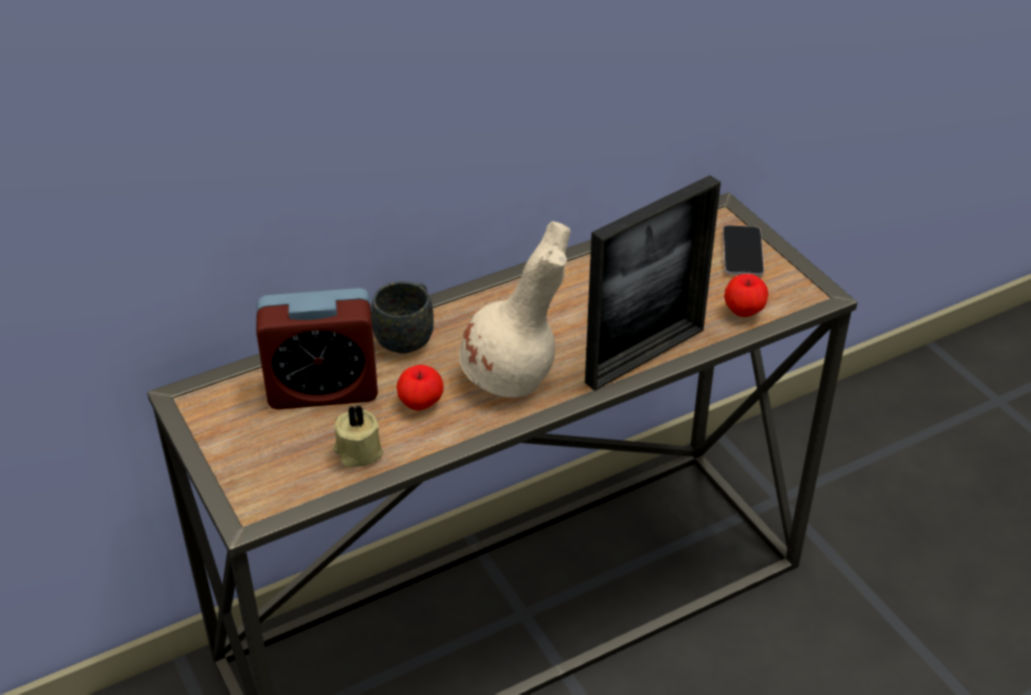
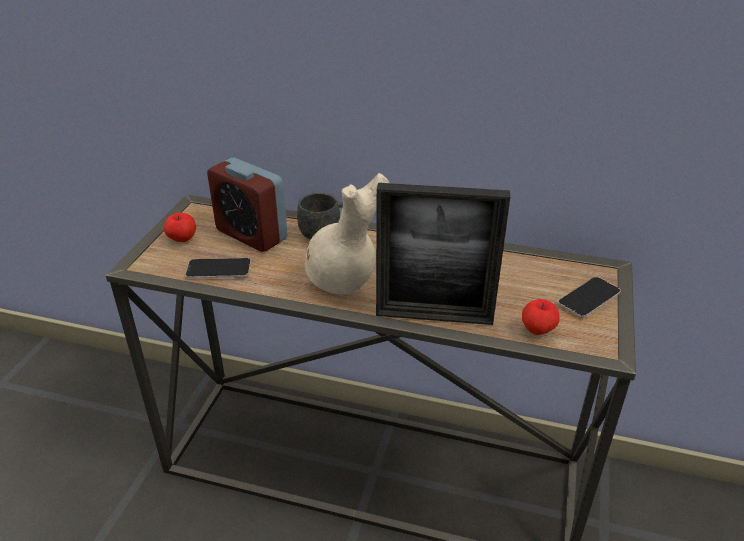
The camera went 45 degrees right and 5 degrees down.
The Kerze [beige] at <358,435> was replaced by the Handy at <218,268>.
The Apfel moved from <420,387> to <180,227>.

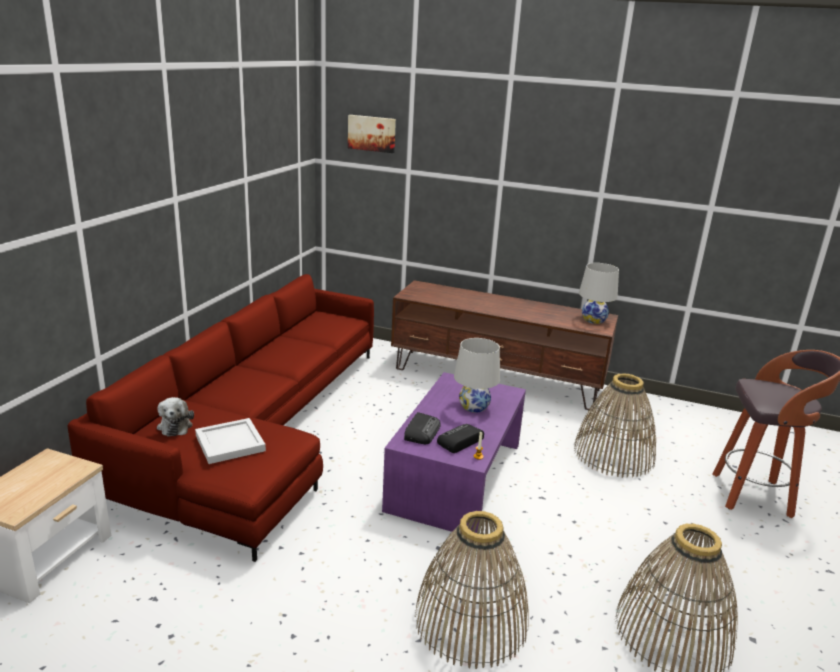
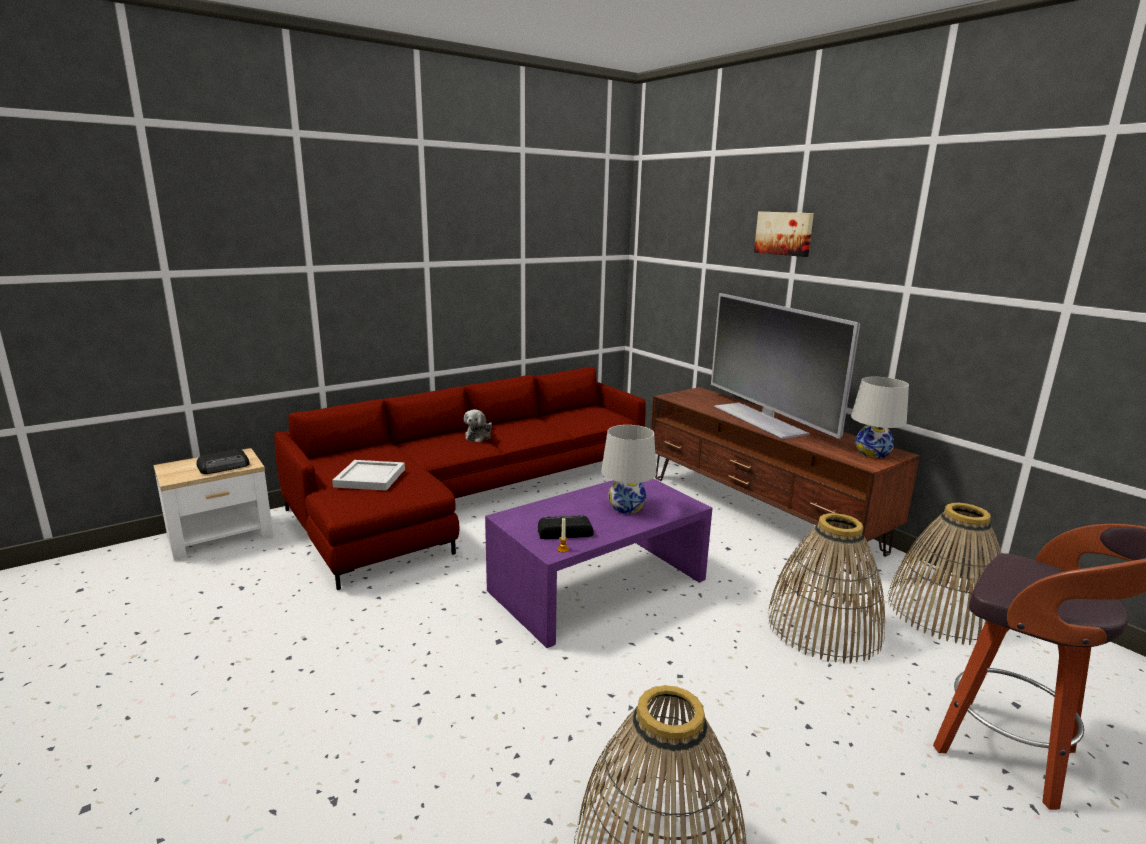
The camera went 35 degrees right and 5 degrees down.
The Plüschtier moved from <175,417> to <478,425>.
The Bild moved from <372,134> to <784,234>.
The Radio moved from <422,428> to <223,461>.
The Korb moved from <471,590> to <944,574>.
The Fernseher at <785,366> appeared.

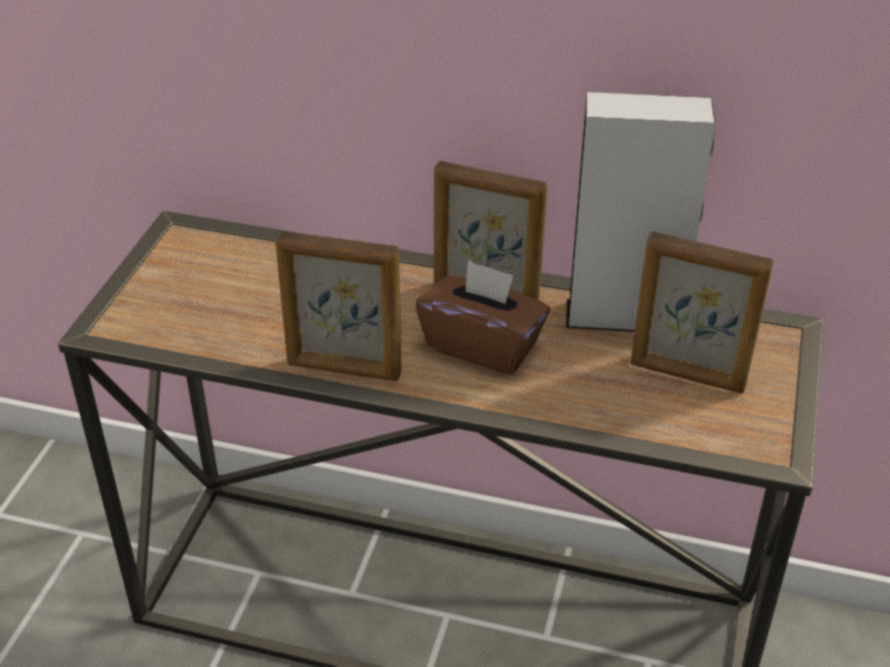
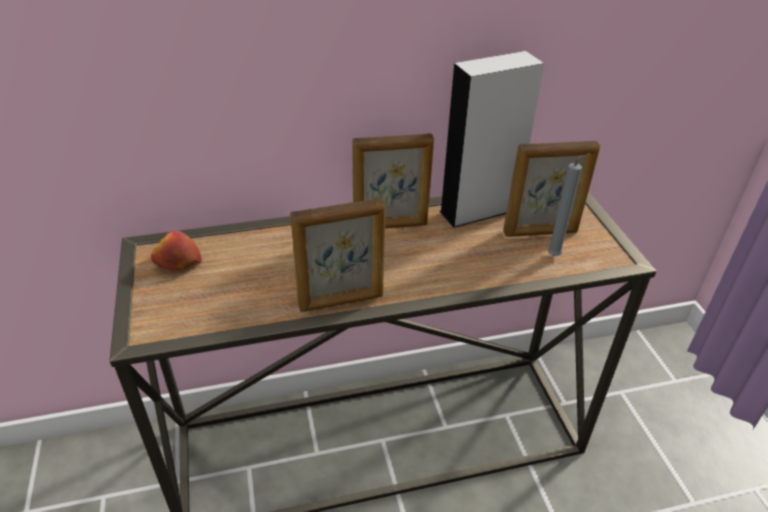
The camera went 30 degrees left and 0 degrees up.
The Taschentuchbox [braun] at <483,317> disappeared.
The Apfel at <176,251> appeared.
The Kerze [grau] at <569,204> appeared.

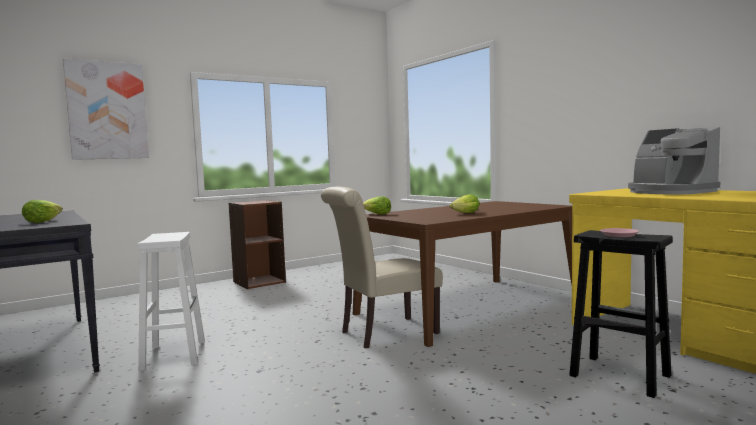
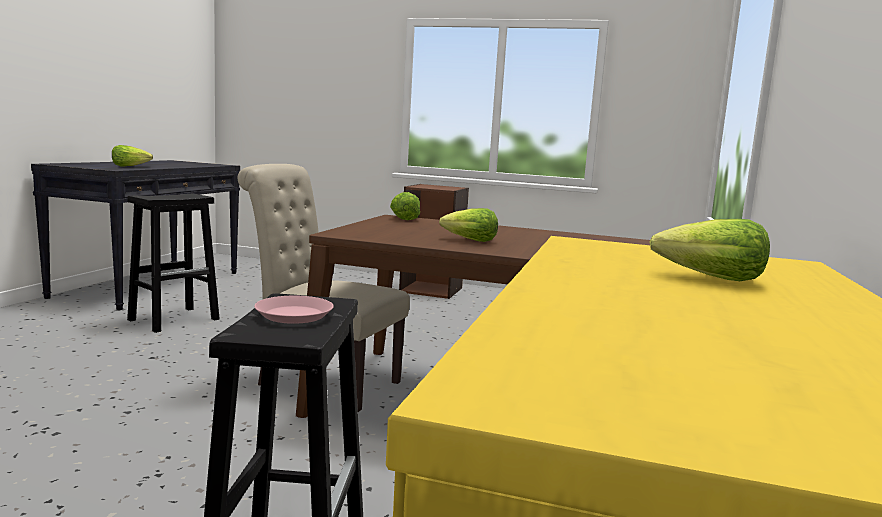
The camera went 50 degrees right and 5 degrees up.
The Bild at <106,109> disappeared.
The Hocker [weiß] at <171,301> became the Hocker [schwarz] at <173,263>.
The Kaffeemaschine at <674,160> was replaced by the Salatkopf at <710,250>.

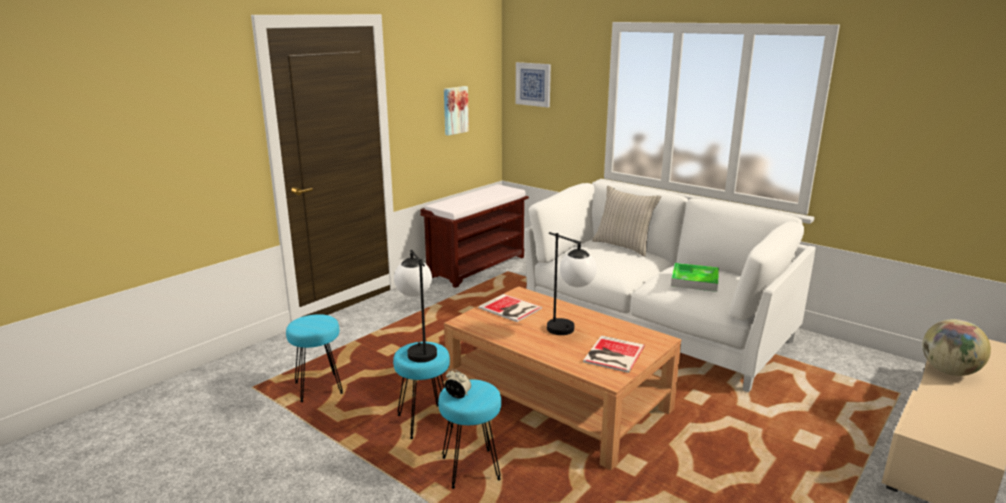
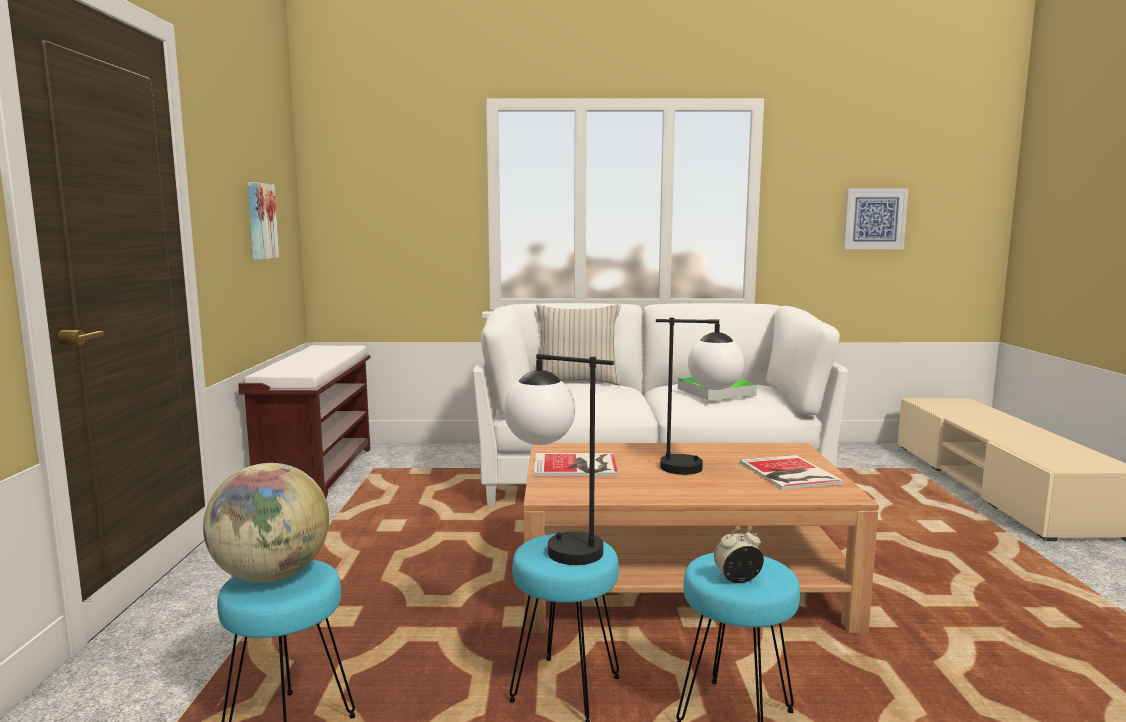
The camera went 40 degrees left and 10 degrees down.
The Bild moved from <533,84> to <876,218>.
The Globus moved from <956,347> to <266,523>.

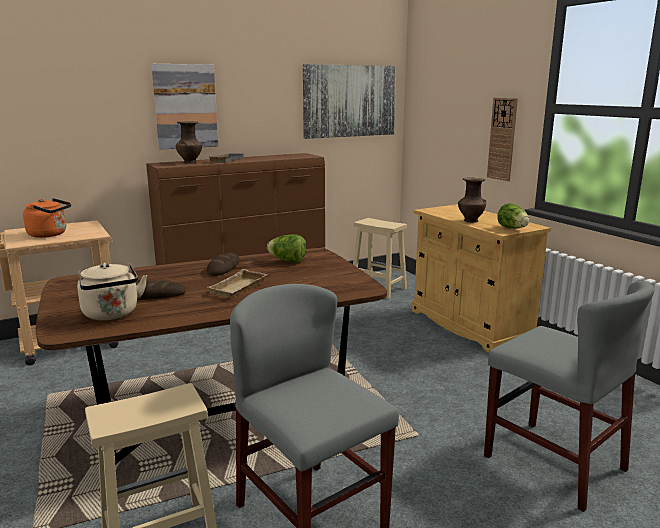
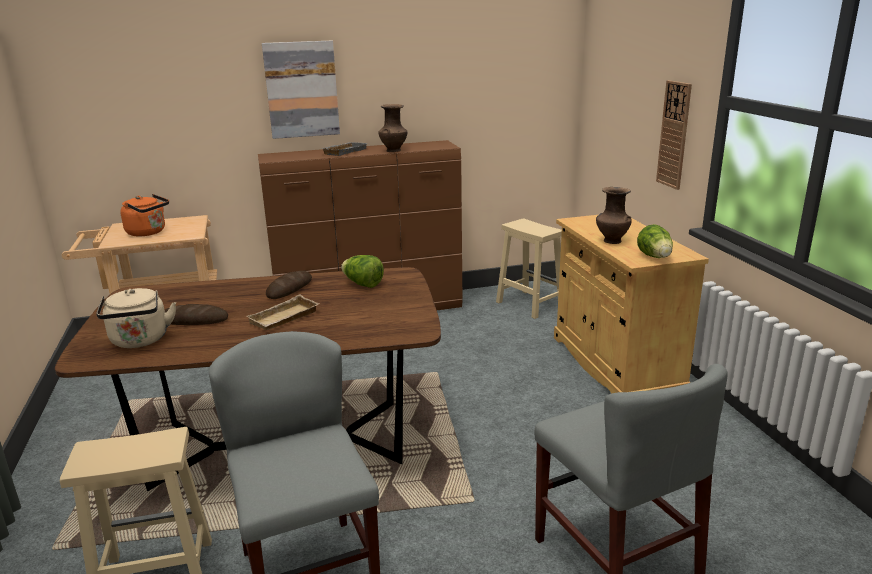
The camera went 15 degrees right and 5 degrees up.
The Vase [braun] moved from <189,142> to <393,128>.
The Bild at <349,101> disappeared.

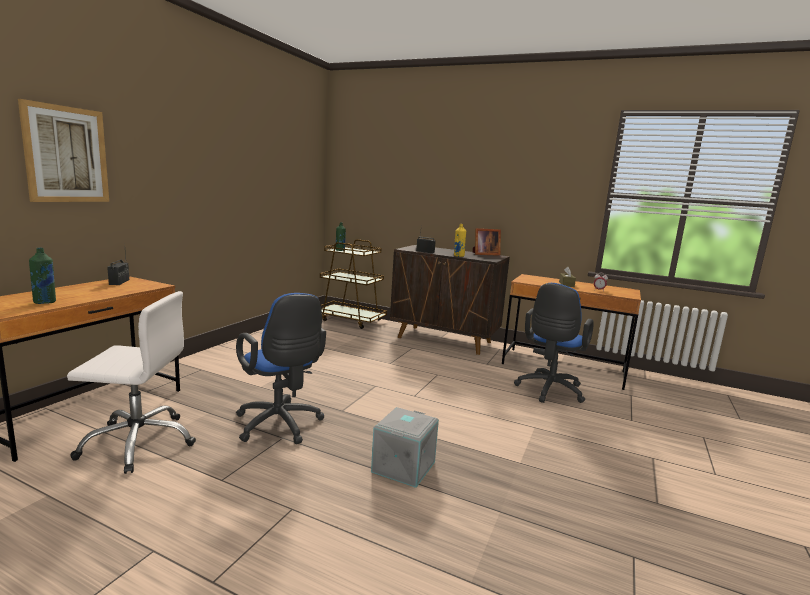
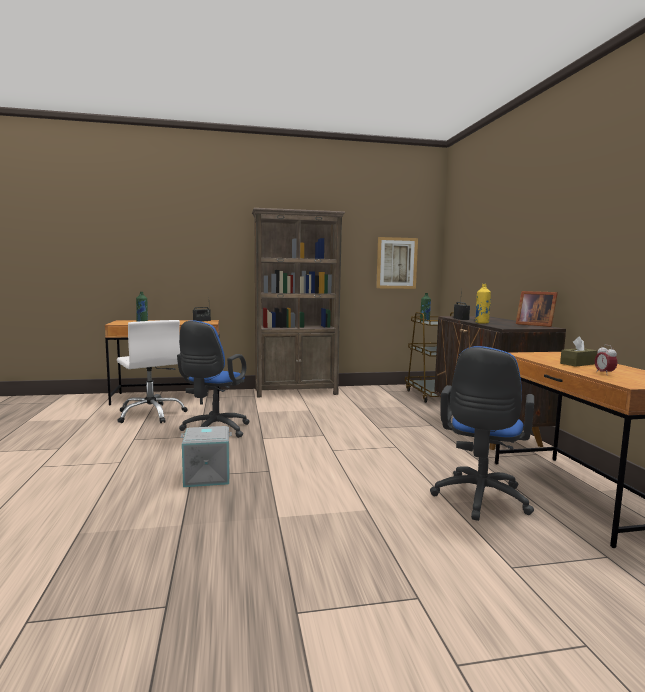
The camera went 55 degrees right and 5 degrees down.
The Bild moved from <63,150> to <397,263>.
The Bürostuhl [blau] at <554,343> turned 60 degrees counterclockwise.
The Bücherregal [braun] at <298,302> appeared.

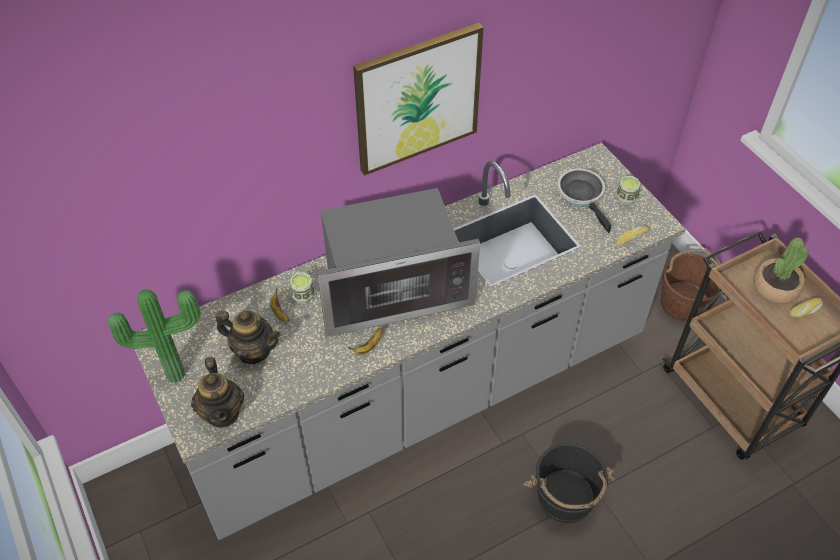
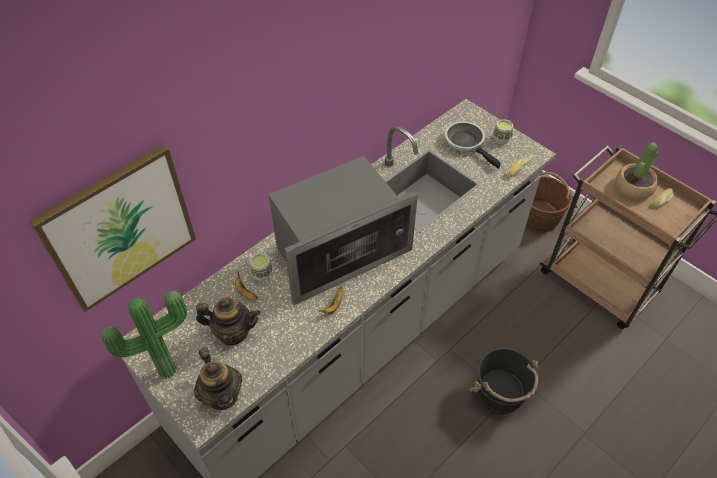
The camera went 15 degrees left and 0 degrees up.
The Bild moved from <418,99> to <112,228>.

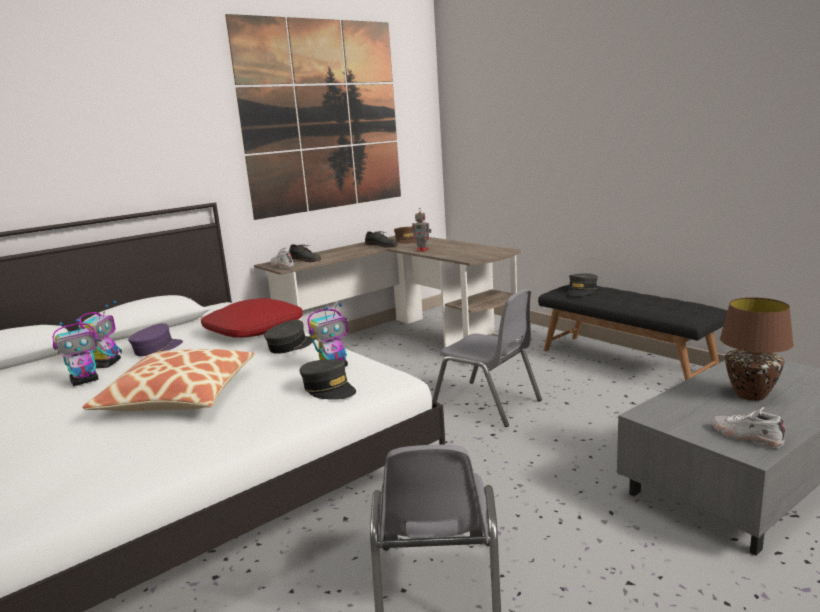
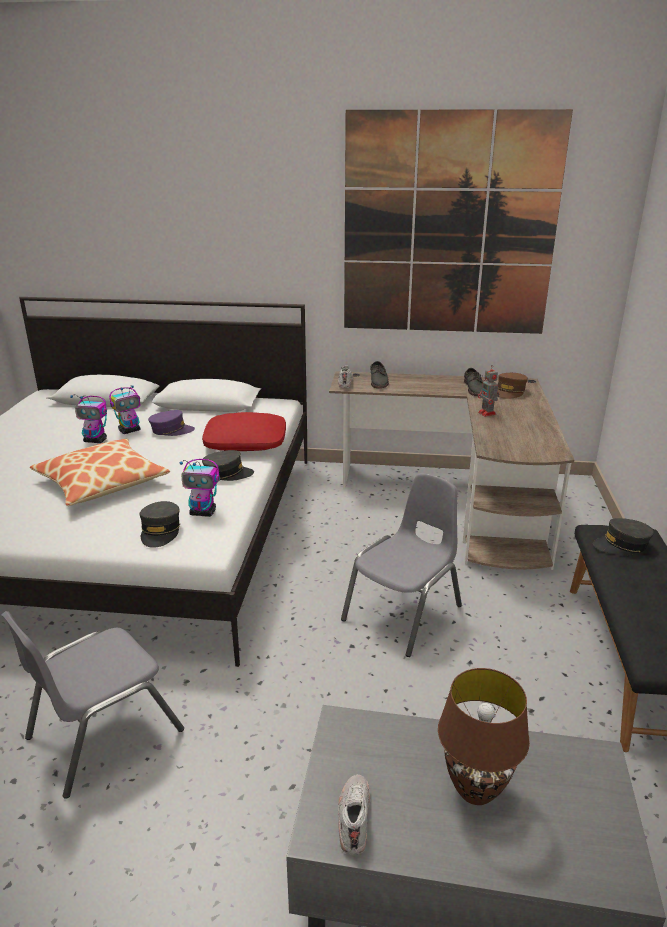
The camera went 45 degrees right and 10 degrees up.
The Stuhl [grau] at <487,358> turned 135 degrees counterclockwise.

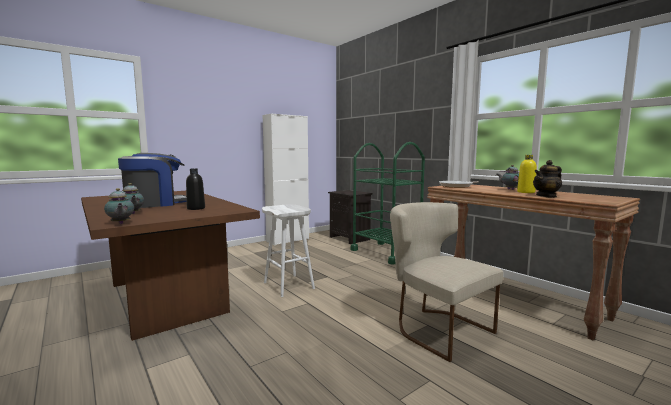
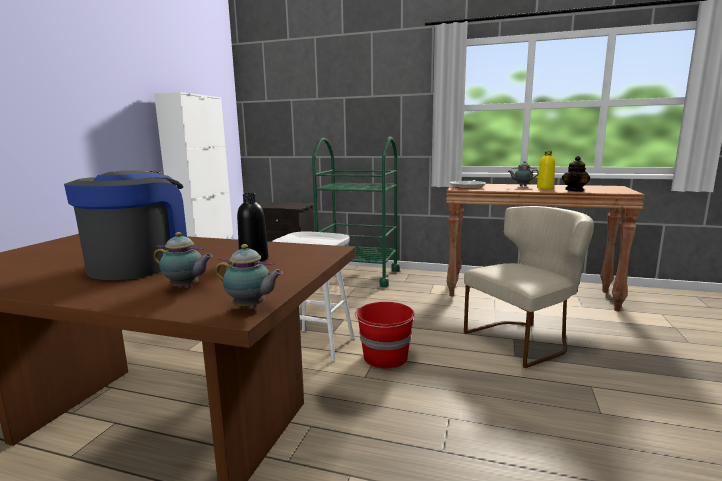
The camera went 35 degrees left and 5 degrees up.
The Stuhl [beige] at <446,282> turned 135 degrees clockwise.
The Eimer [rot] at <385,335> appeared.

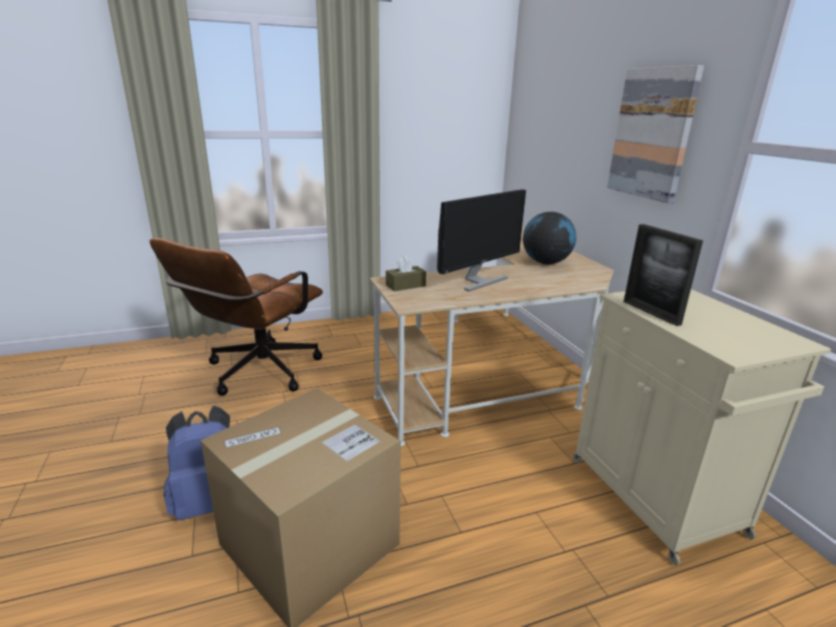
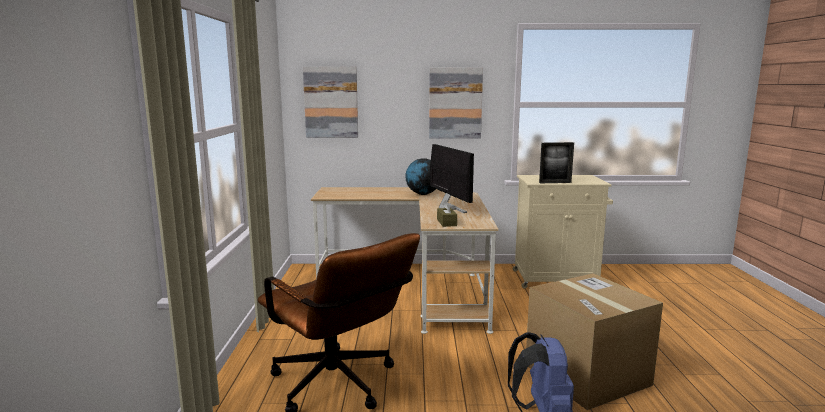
The camera went 70 degrees left and 10 degrees down.
The Bild at <330,102> appeared.

